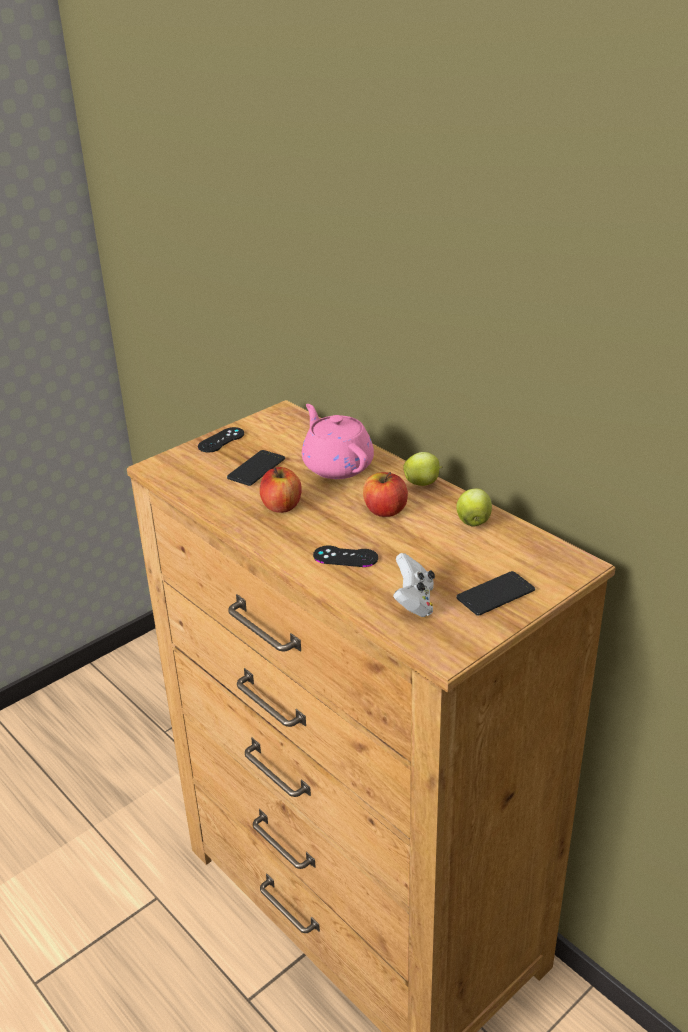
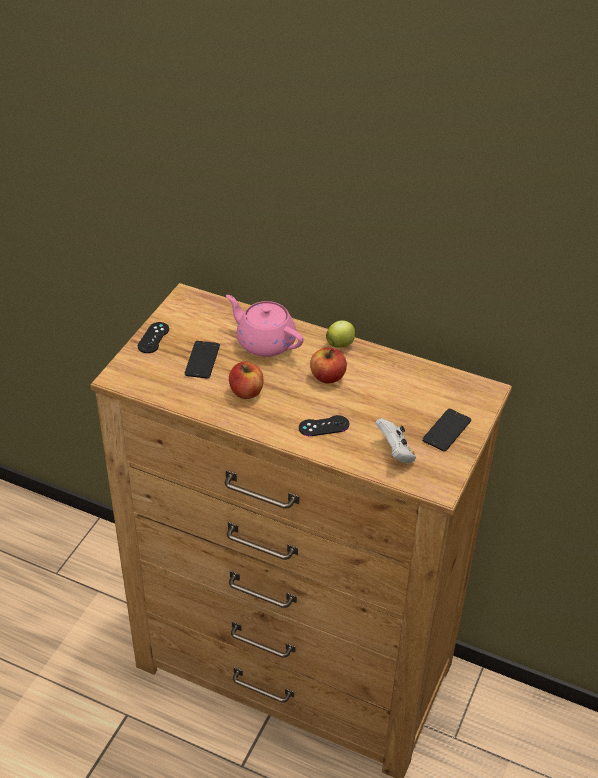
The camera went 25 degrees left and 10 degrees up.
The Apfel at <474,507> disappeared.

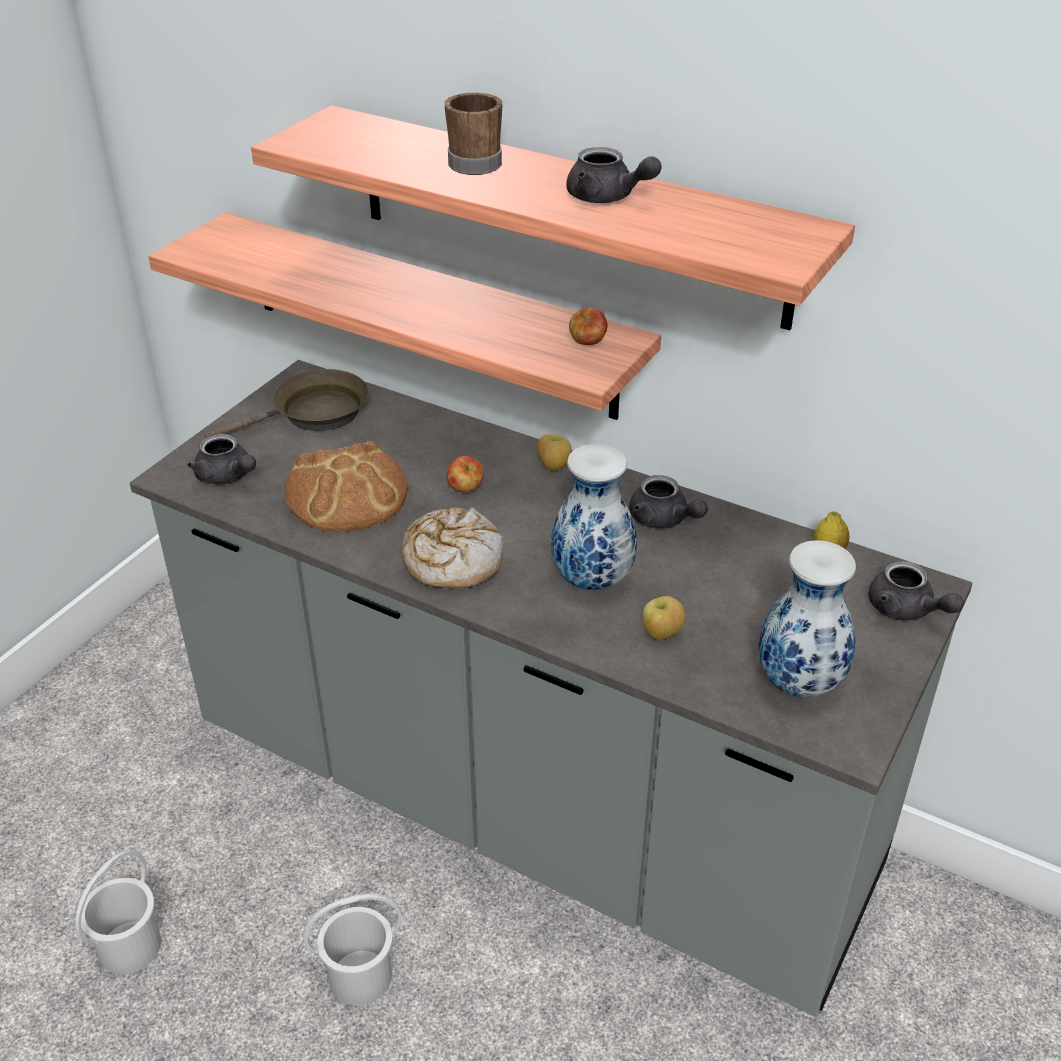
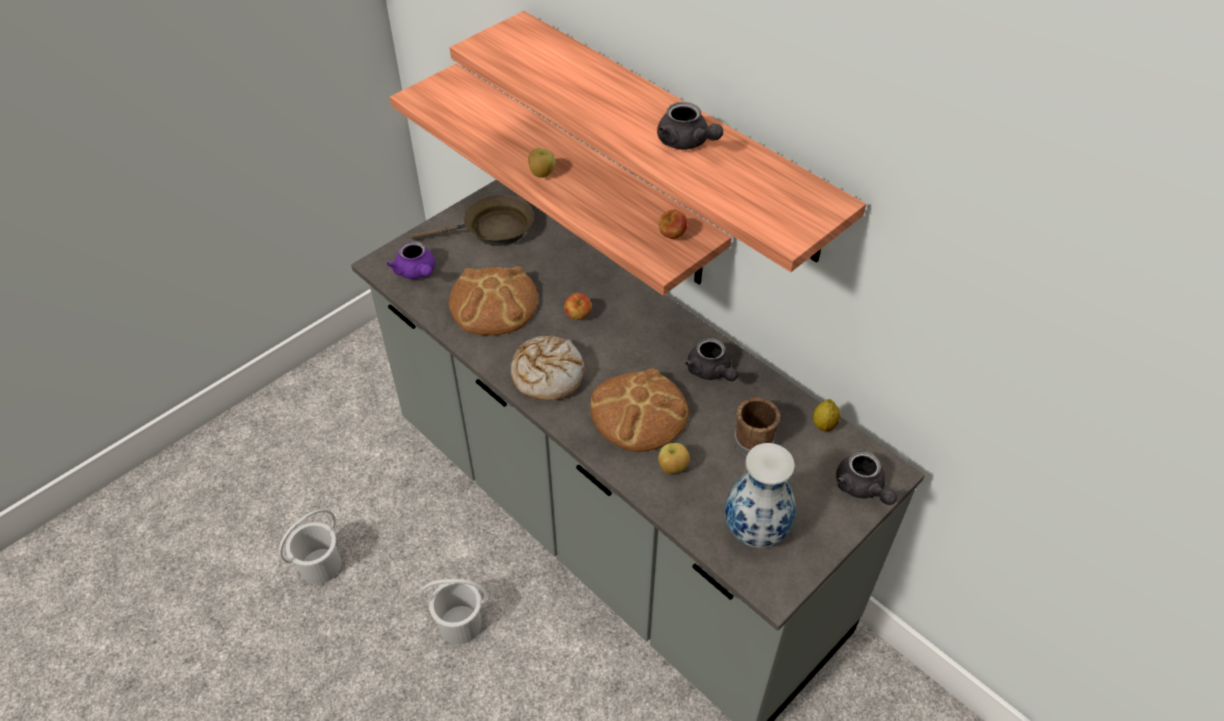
The camera went 15 degrees right and 10 degrees up.
The Teekanne [grau] at <222,459> became the Teekanne [lila] at <411,260>.
The Henkelbecher [braun] moved from <473,134> to <756,426>.
The Apfel moved from <554,452> to <541,163>.
The Vase at <594,517> was replaced by the Brot at <639,410>.

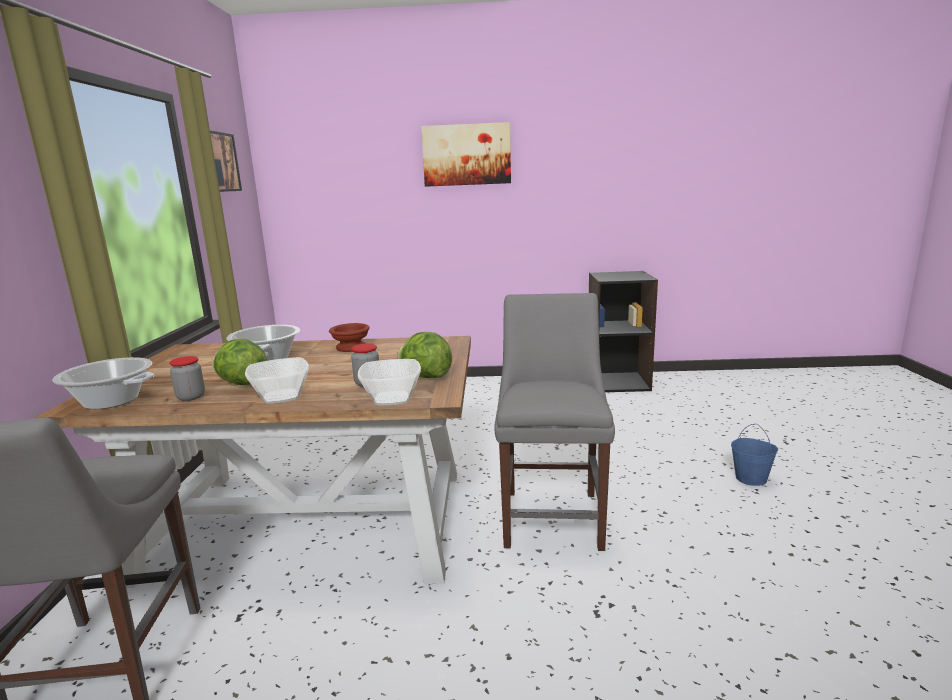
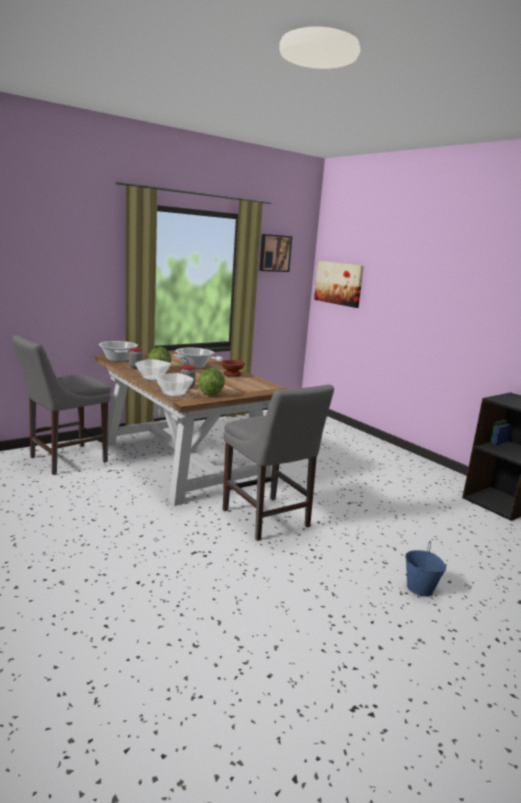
The camera went 50 degrees right and 0 degrees up.
The Bild moved from <466,154> to <339,284>.
The Stuhl [grau] at <555,422> turned 90 degrees clockwise.

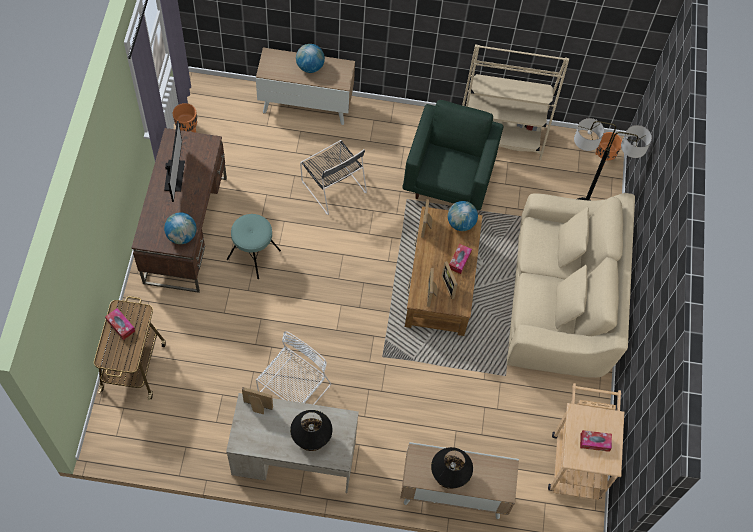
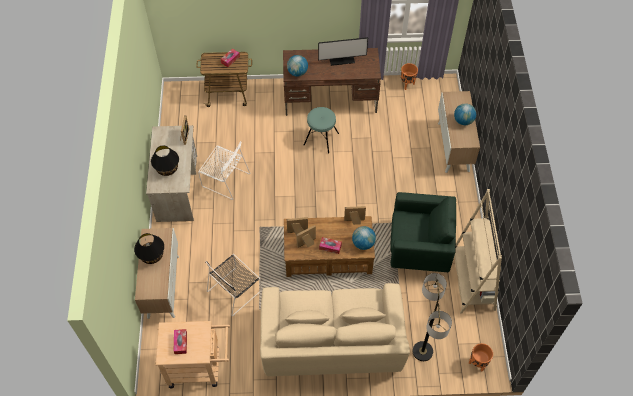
The camera went 85 degrees right and 5 degrees down.
The Stuhl [schwarz] moved from <333,177> to <233,285>.

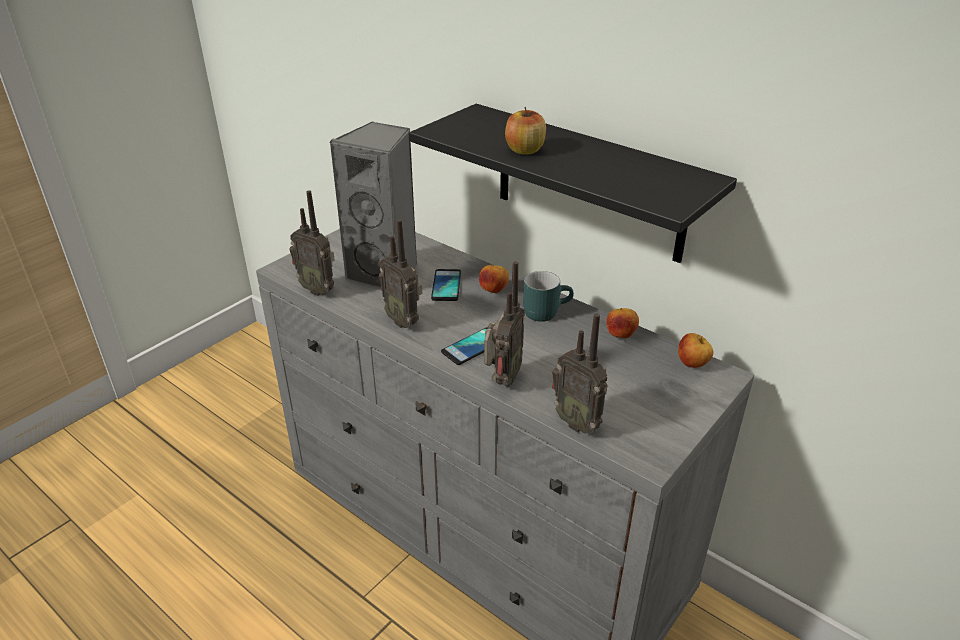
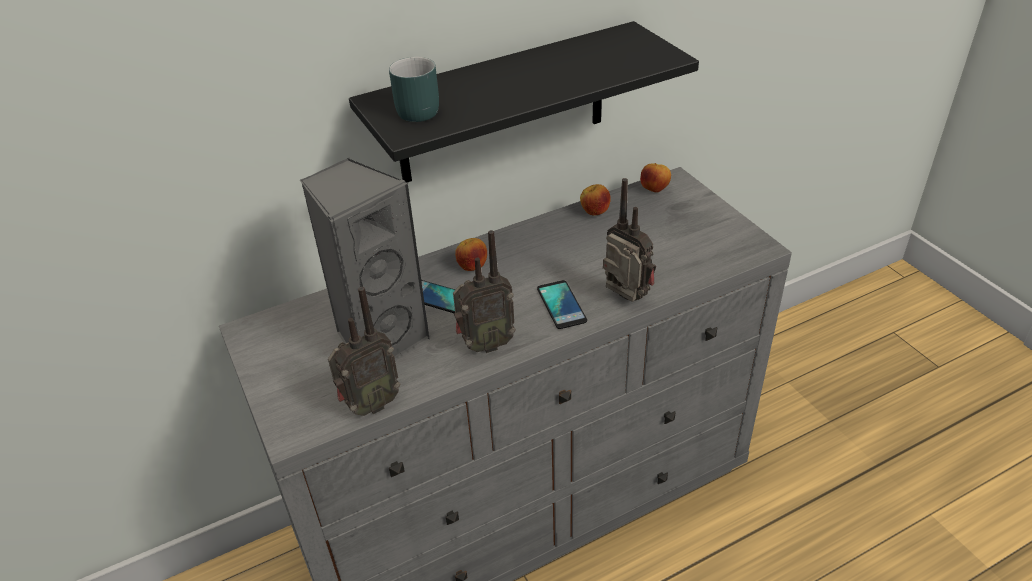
The camera went 65 degrees left and 5 degrees up.
The Apfel at <525,131> disappeared.
The Henkelbecher [türkis] moved from <548,296> to <414,89>.
The Radio at <580,373> disappeared.

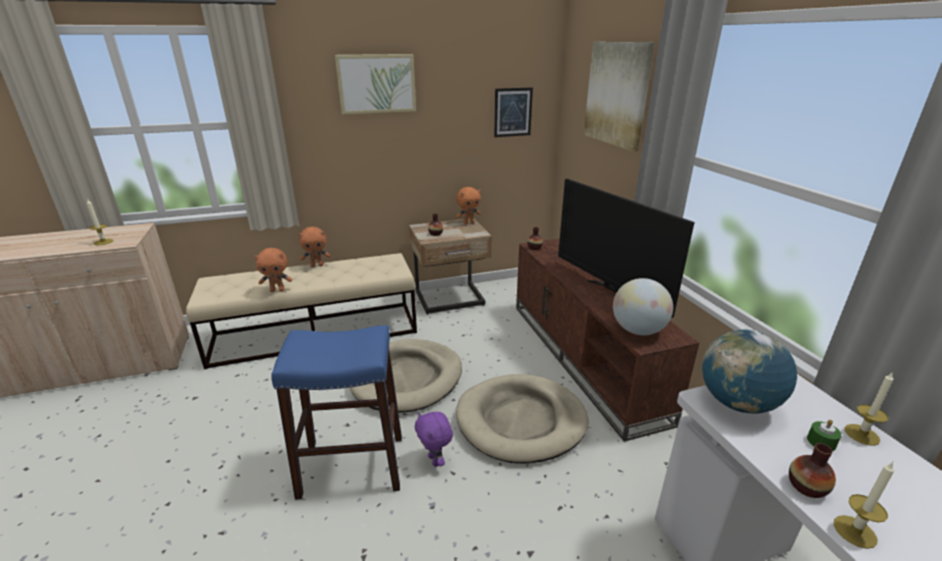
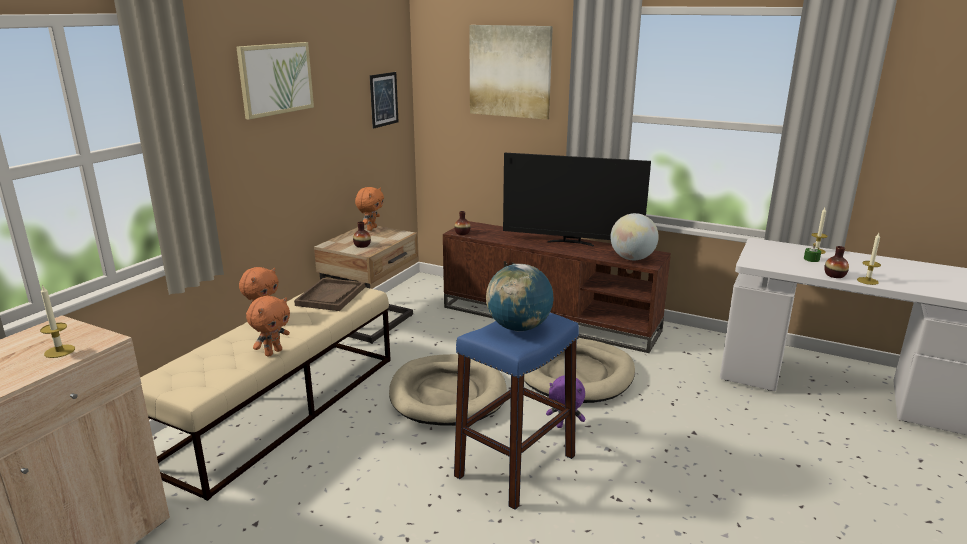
The camera went 45 degrees left and 5 degrees down.
The Globus moved from <749,371> to <519,297>.
The Tablett [braun] at <329,294> appeared.

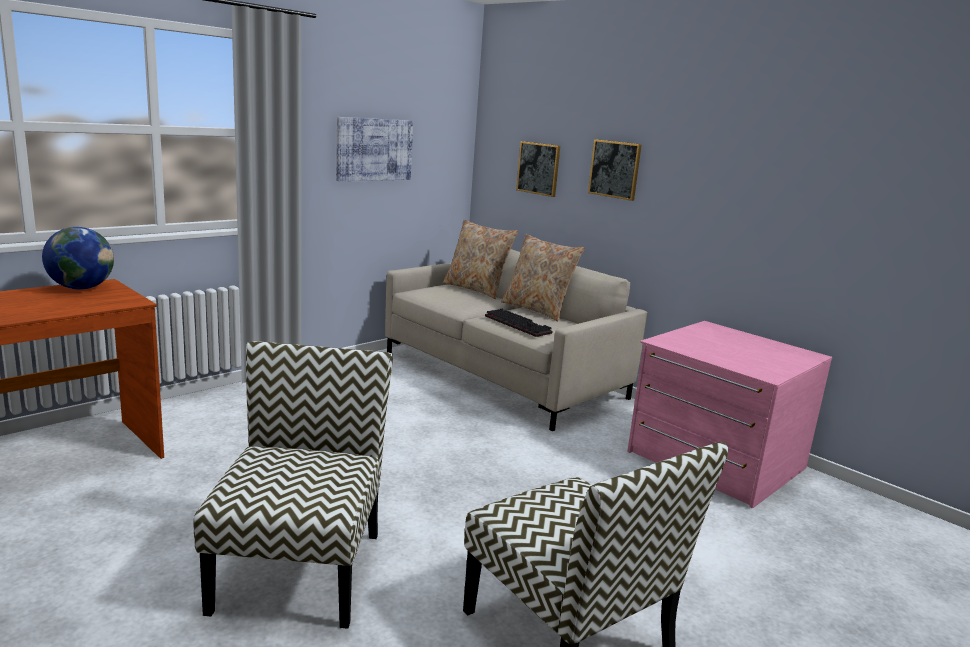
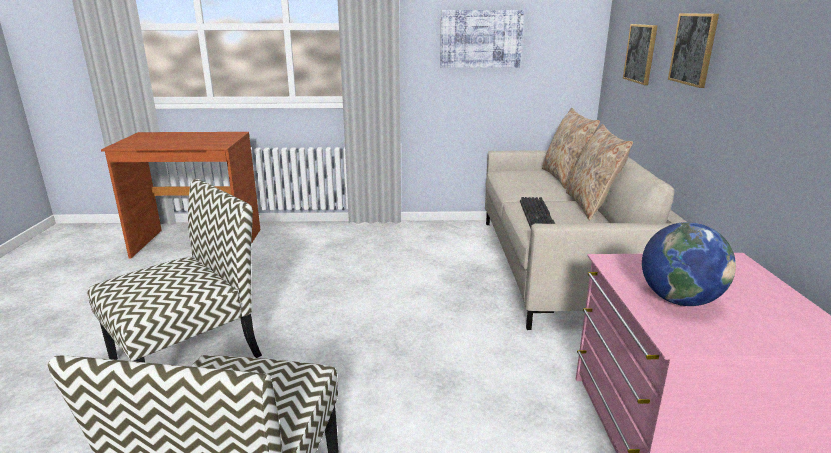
The camera went 45 degrees right and 5 degrees up.
The Globus moved from <78,258> to <689,264>.

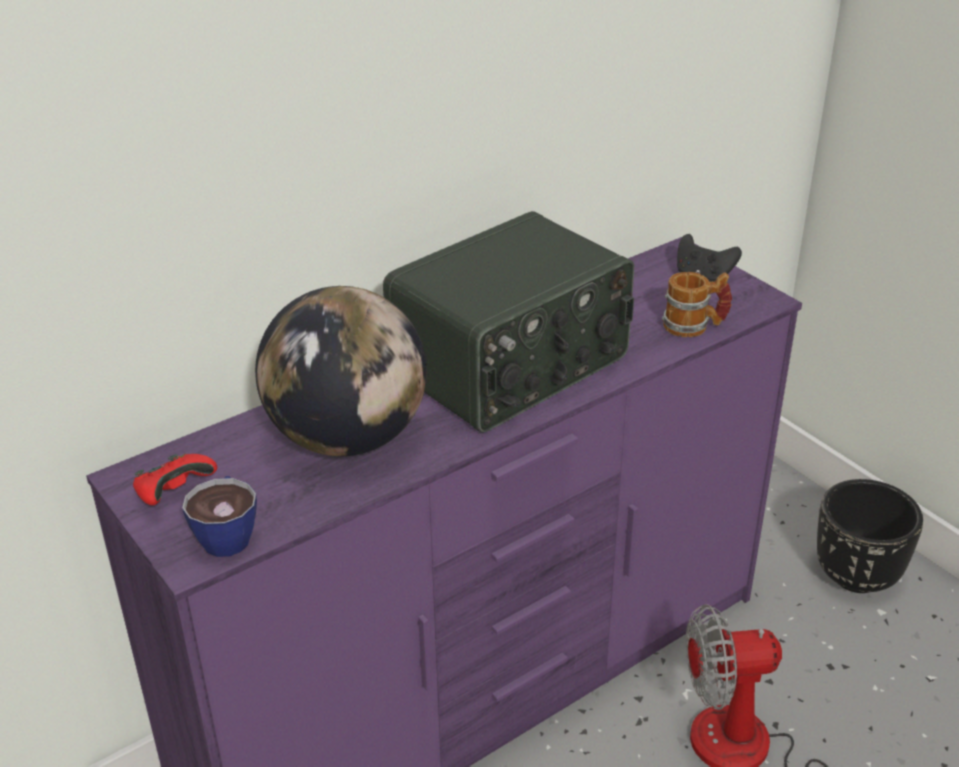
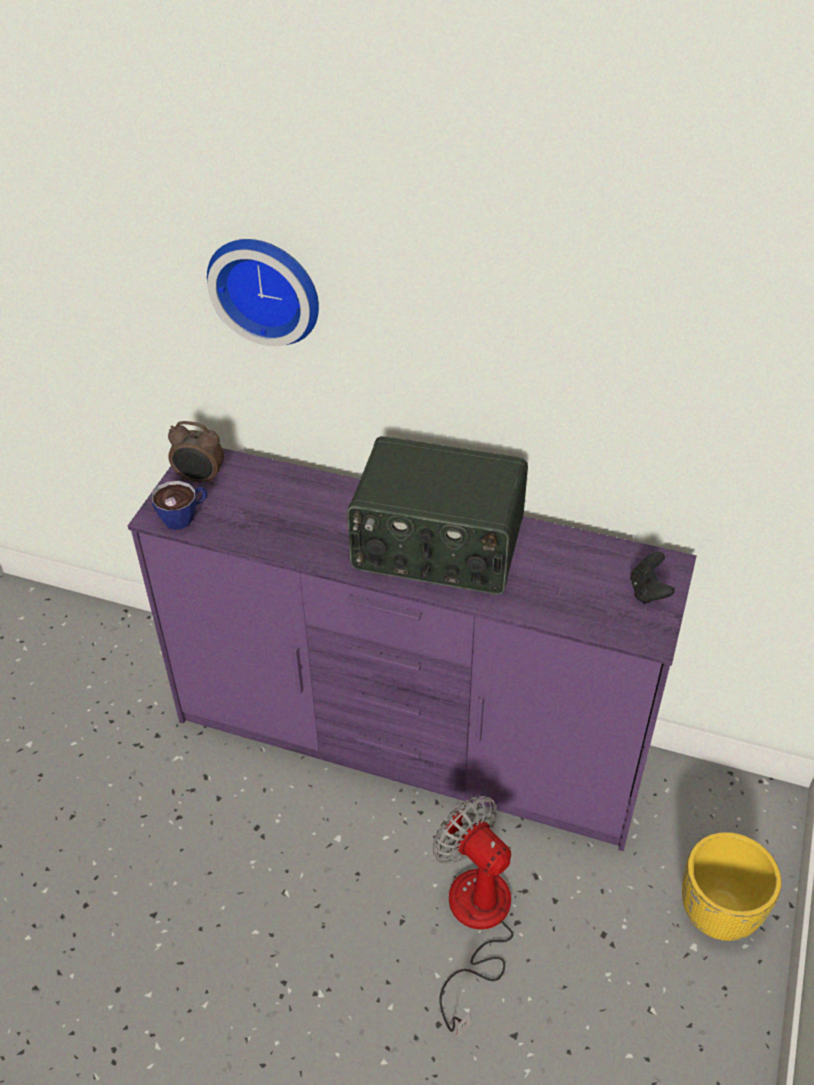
The camera went 55 degrees right and 10 degrees up.
The Gamepad [rot] at <175,479> was replaced by the Wecker at <196,453>.
The Globus at <341,371> disappeared.
The Henkelbecher at <697,304> disappeared.
The Pflanzkübel [schwarz] at <870,536> became the Pflanzkübel [gelb] at <731,886>.
The Wanduhr at <263,292> appeared.

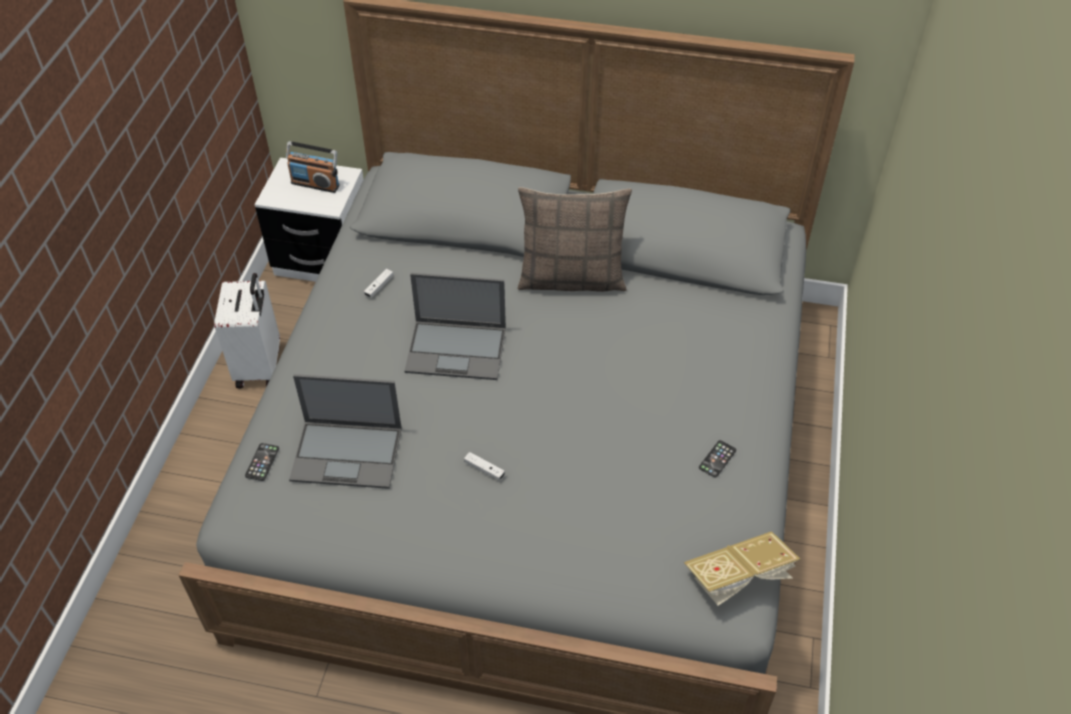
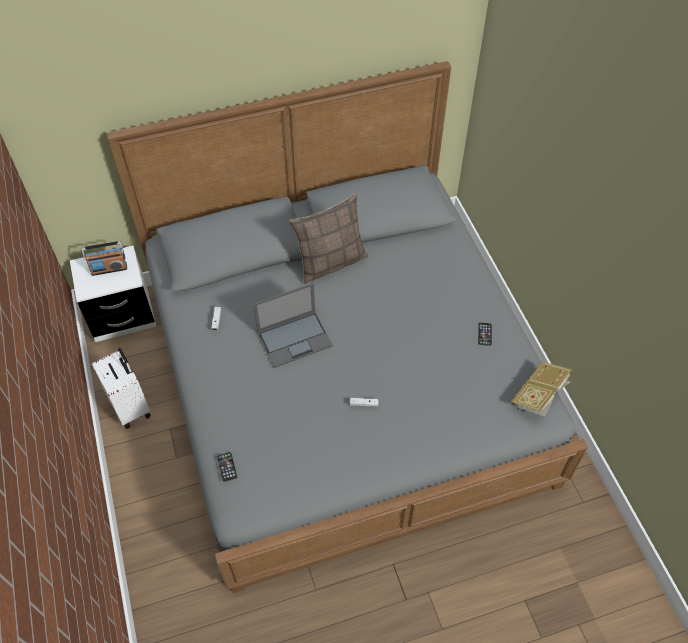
The camera went 30 degrees left and 5 degrees up.
The Laptop at <345,431> disappeared.

